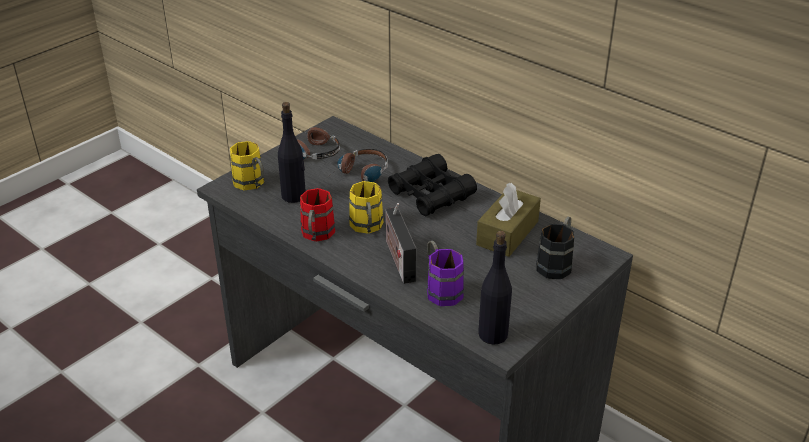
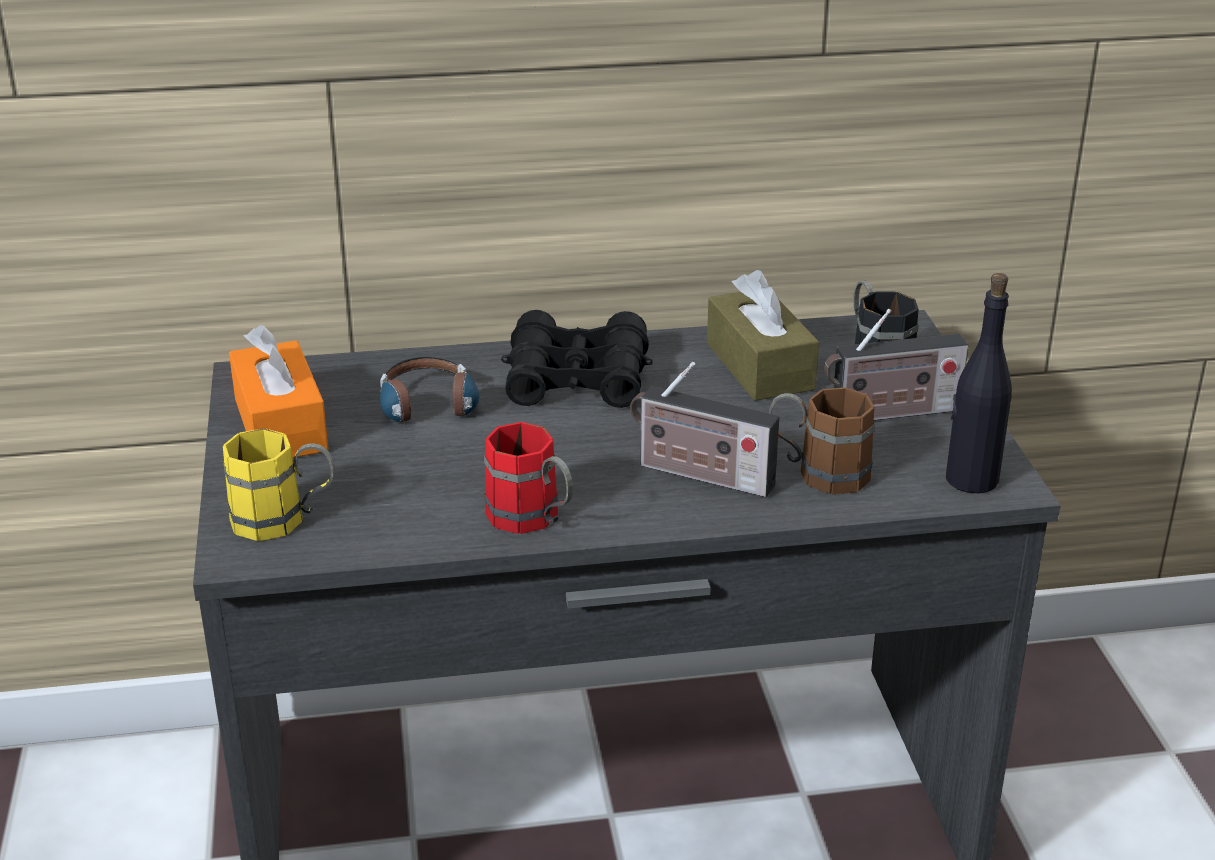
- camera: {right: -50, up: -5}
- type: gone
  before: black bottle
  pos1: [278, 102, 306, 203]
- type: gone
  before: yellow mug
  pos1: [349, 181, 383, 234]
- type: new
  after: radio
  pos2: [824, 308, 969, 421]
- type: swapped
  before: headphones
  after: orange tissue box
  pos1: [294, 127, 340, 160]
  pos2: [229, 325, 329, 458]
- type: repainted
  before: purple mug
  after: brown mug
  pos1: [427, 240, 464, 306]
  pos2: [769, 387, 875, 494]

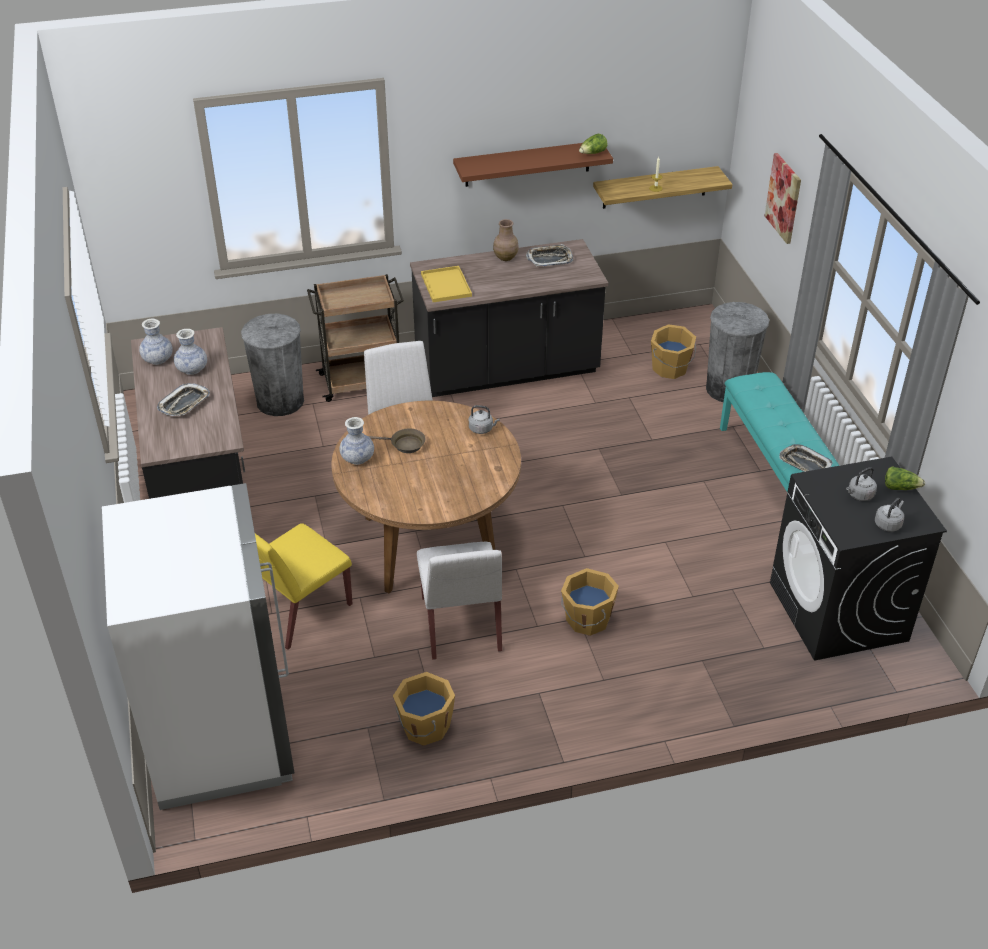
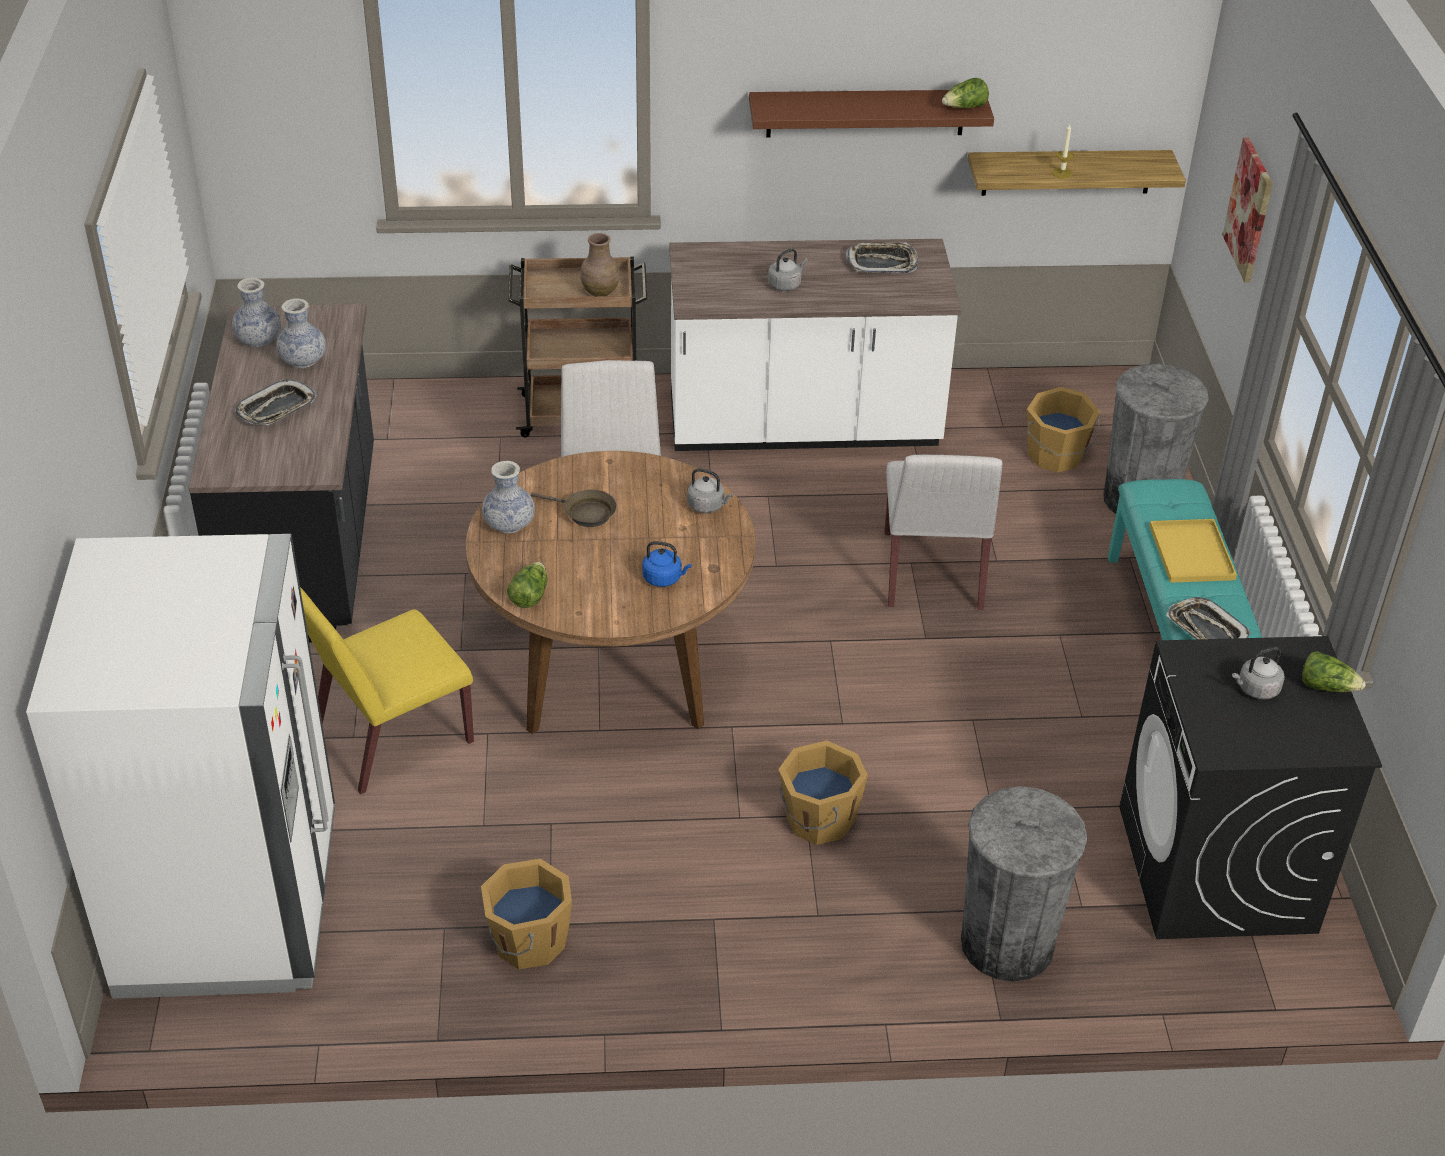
- camera: {right: 10, up: 0}
- type: new
  after: lettuce
  pos2: [507, 562, 547, 608]
- type: new
  after: blue kettle
  pos2: [642, 541, 692, 587]
- type: shifted
  before: grey trash can
  pos1: [241, 314, 304, 416]
  pos2: [961, 786, 1087, 982]
- type: shifted
  before: white chair
  pos1: [417, 542, 502, 660]
  pos2: [885, 455, 1002, 611]
- type: shifted
  before: yellow tray
  pos1: [421, 266, 472, 302]
  pos2: [1149, 519, 1237, 583]
- type: shifted
  before: brown vase
  pos1: [493, 219, 519, 261]
  pos2: [580, 233, 620, 296]
- type: shifted
  before: grey kettle
  pos1: [875, 498, 904, 532]
  pos2: [768, 249, 808, 291]
- type: repainted
  before: black counter
  after: white counter
  pos1: [410, 239, 608, 397]
  pos2: [669, 239, 961, 451]

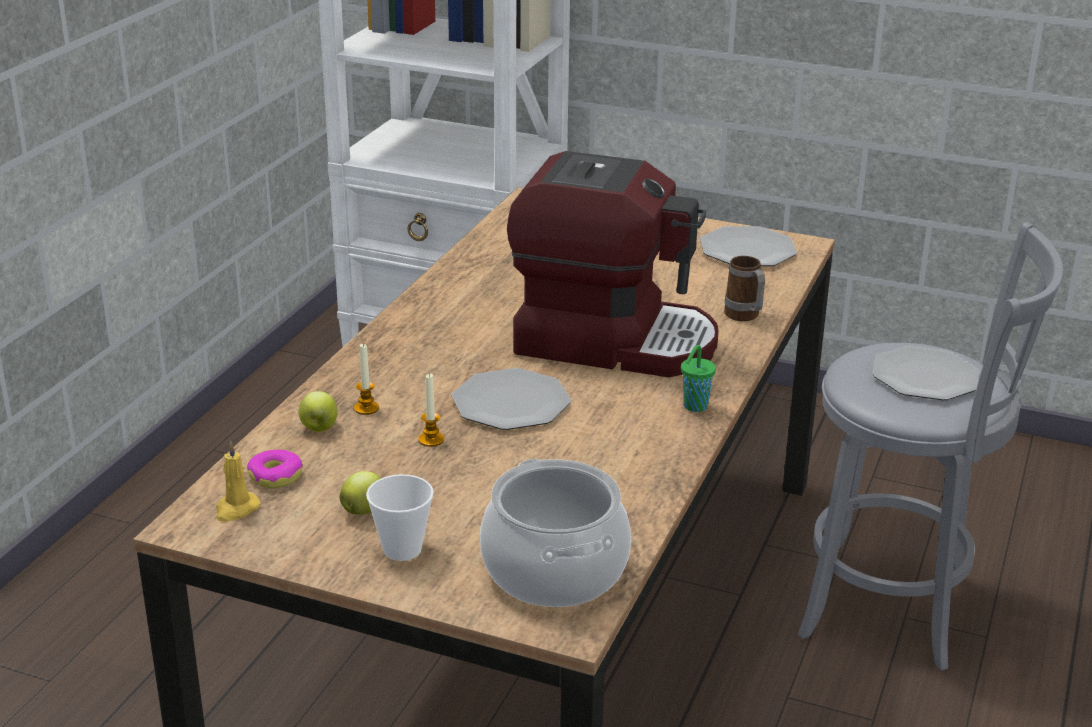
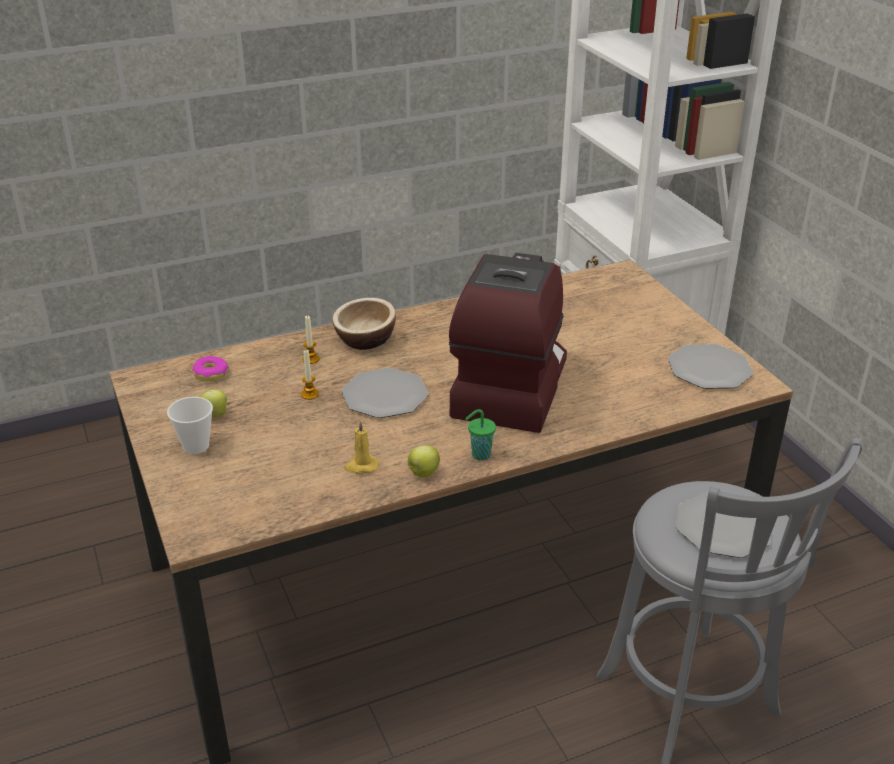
- camera: {right: 45, up: 5}
- type: gone
  before: cooking pot
  pos1: [480, 459, 631, 607]
- type: gone
  before: mug
  pos1: [724, 256, 765, 321]
- type: new
  after: bowl
  pos2: [332, 298, 396, 350]
- type: shifted
  before: yellow candle
  pos1: [216, 441, 261, 522]
  pos2: [344, 421, 379, 474]
- type: shifted
  before: apple
  pos1: [299, 391, 338, 432]
  pos2: [408, 445, 440, 477]
- type: rotated
  before: coffee machine
  pos1: [507, 151, 719, 377]
  pos2: [449, 253, 567, 433]
  turn: -135

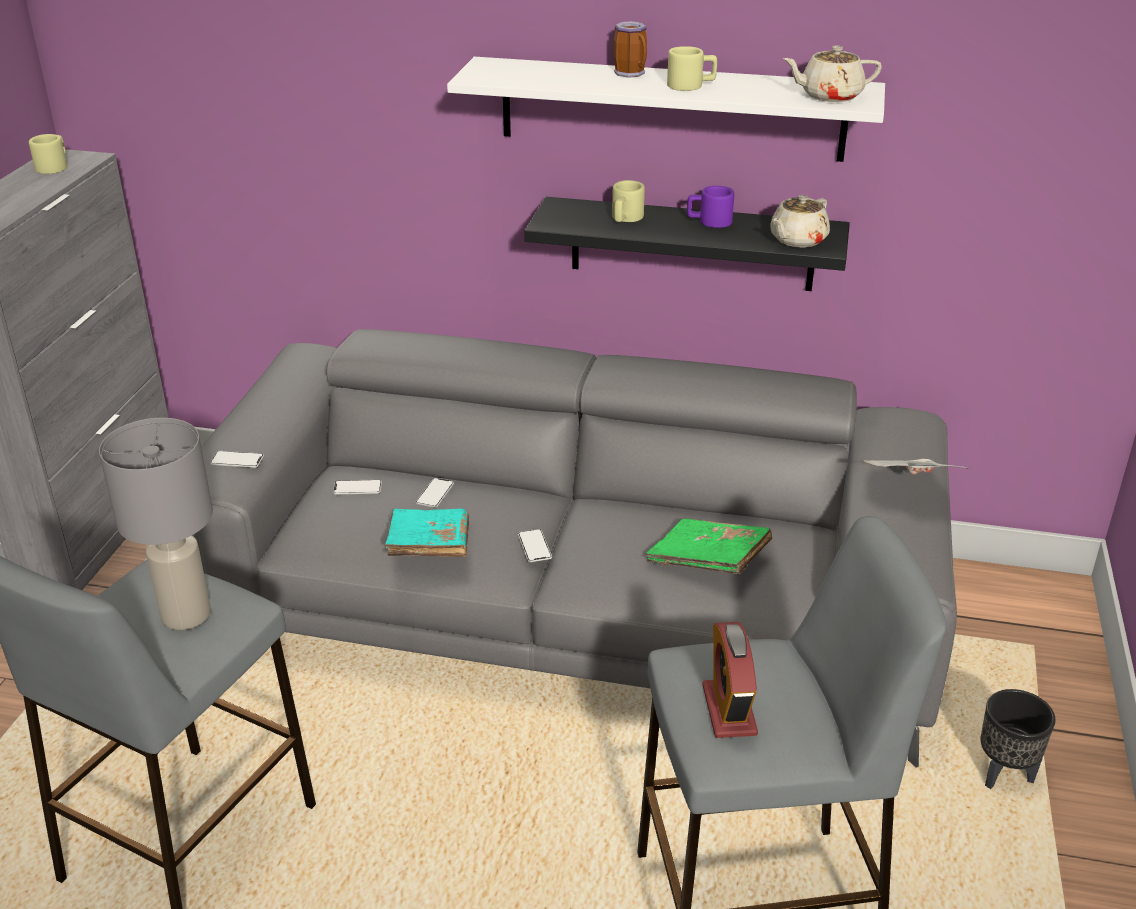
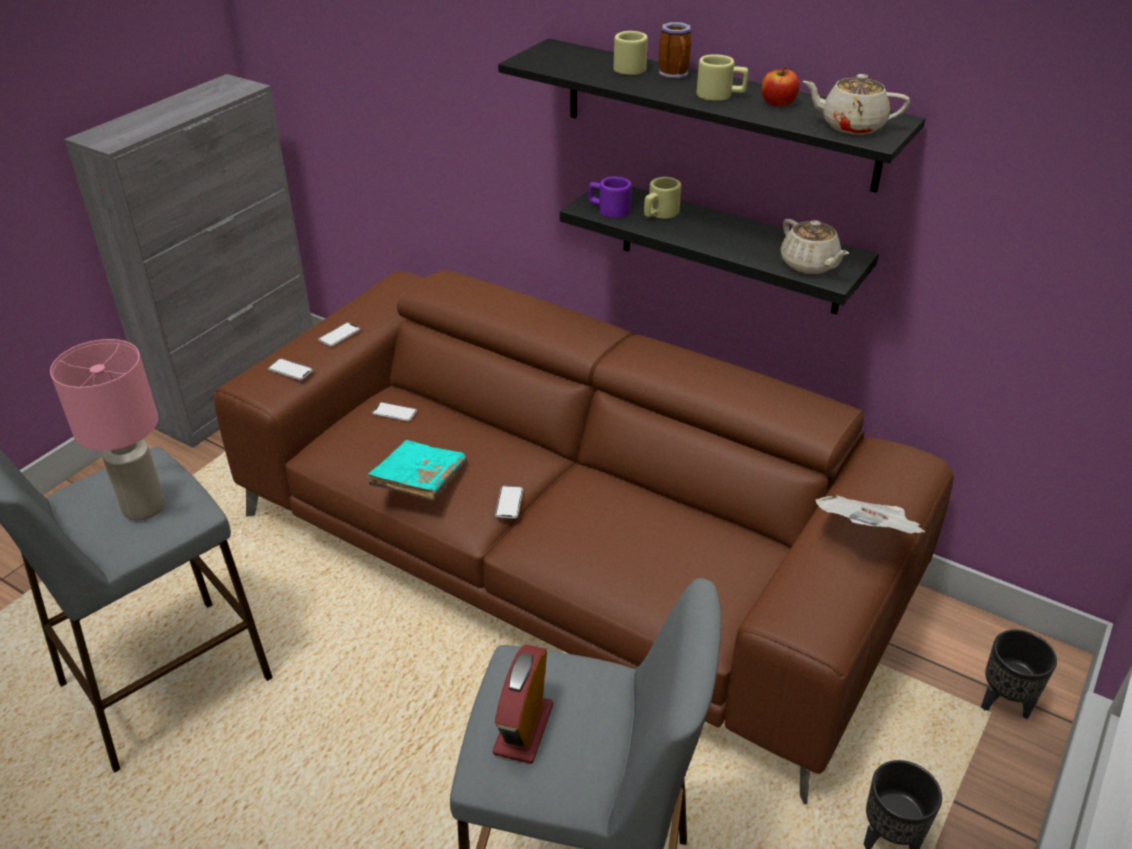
- camera: {right: 20, up: 5}
- type: gone
  before: green book
  pos1: [646, 519, 772, 574]
- type: new
  after: apple
  pos2: [761, 67, 800, 107]
- type: new
  after: black planter
  pos2: [981, 629, 1057, 719]
- type: shifted
  before: beige mug
  pos1: [29, 134, 67, 174]
  pos2: [613, 31, 648, 75]
- type: shifted
  before: phone
  pos1: [416, 478, 454, 508]
  pos2: [318, 322, 360, 347]
- type: shifted
  before: purple mug
  pos1: [687, 186, 734, 228]
  pos2: [589, 177, 632, 218]
- type: repainted
  before: grey table lamp
  after: pink table lamp
  pos1: [99, 418, 213, 630]
  pos2: [50, 339, 165, 520]
- type: repainted
  before: grey sofa
  after: brown sofa
  pos1: [192, 329, 957, 768]
  pos2: [214, 270, 954, 805]
- type: repainted
  before: white shelf
  after: black shelf
  pos1: [447, 57, 885, 162]
  pos2: [498, 38, 925, 193]
- type: rotated
  before: beige teapot
  pos1: [771, 195, 830, 248]
  pos2: [781, 219, 849, 274]
  turn: -90

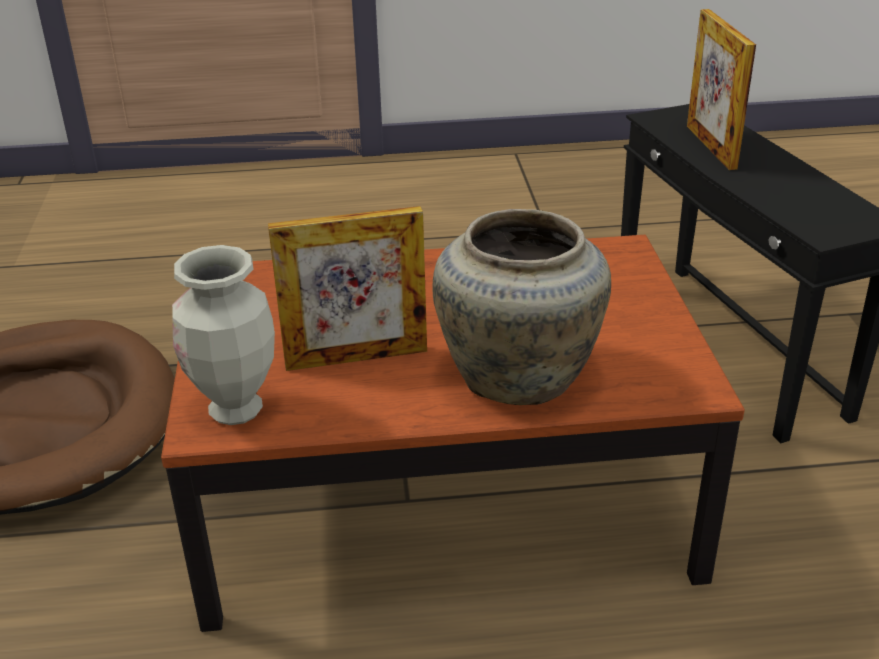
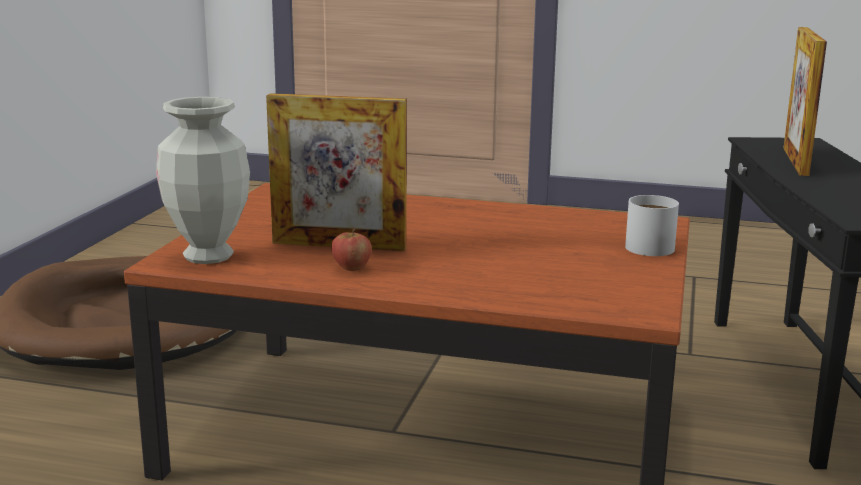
- camera: {right: 20, up: -15}
- type: gone
  before: beige vase
  pos1: [432, 209, 611, 405]
- type: new
  after: apple
  pos2: [331, 227, 372, 271]
- type: new
  after: white mug
  pos2: [625, 195, 679, 256]

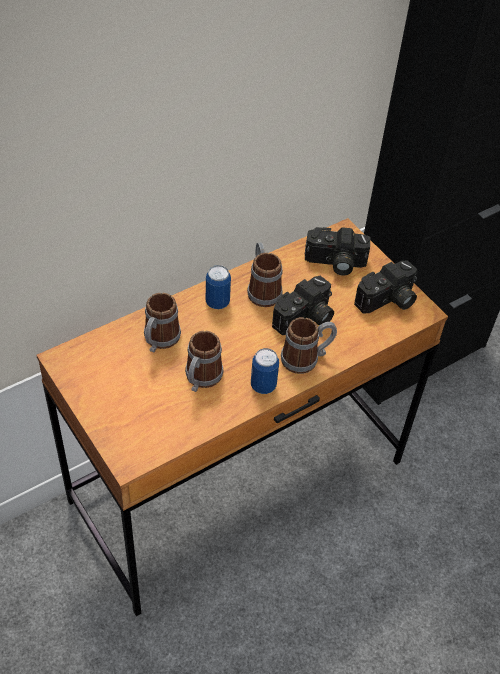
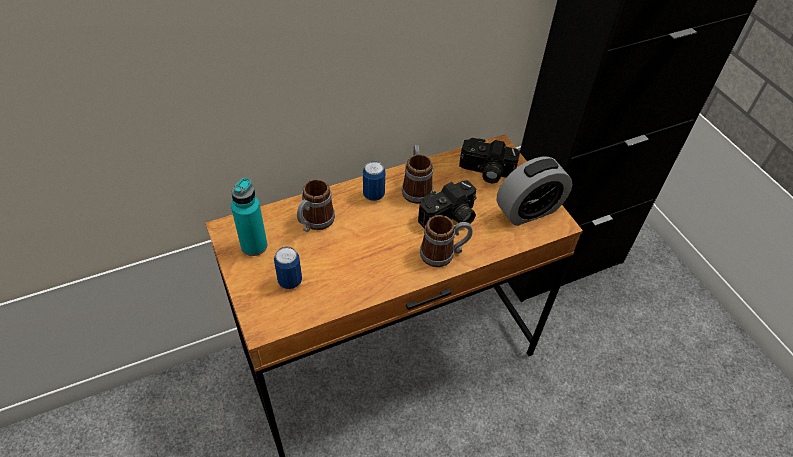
- camera: {right: 10, up: 0}
- type: gone
  before: mug
  pos1: [185, 331, 223, 392]
- type: new
  after: turquoise bottle
  pos2: [231, 178, 267, 256]
- type: shifted
  before: can
  pos1: [251, 348, 279, 394]
  pos2: [274, 246, 302, 289]
- type: swapped
  before: photo camera
  after: alarm clock
  pos1: [354, 260, 417, 313]
  pos2: [497, 156, 572, 226]

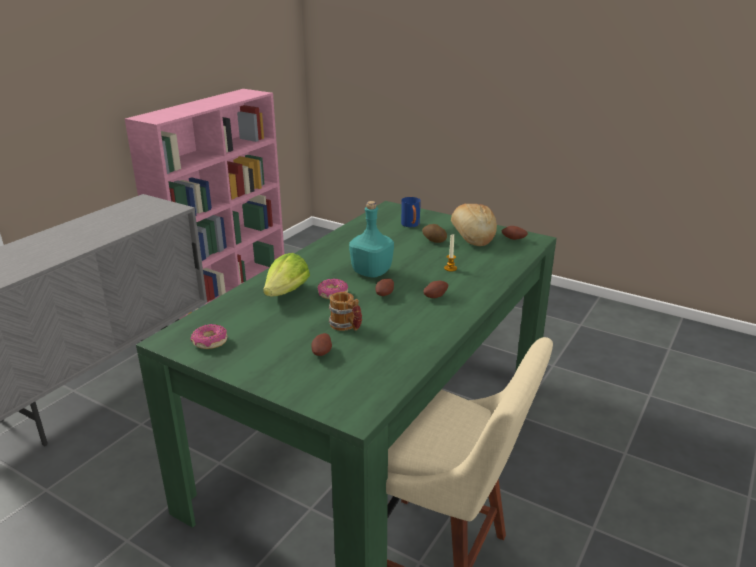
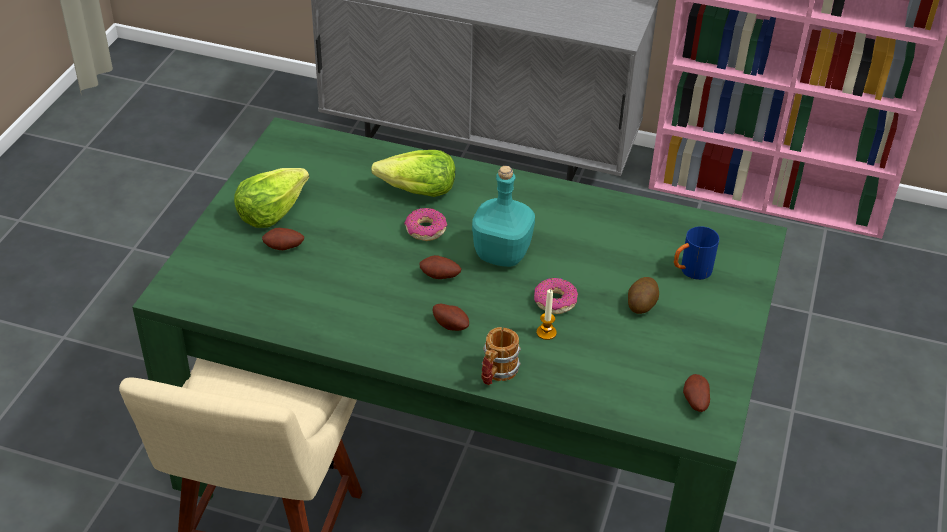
- camera: {right: 75, up: 15}
- type: gone
  before: bread
  pos1: [451, 204, 497, 246]
- type: new
  after: lettuce
  pos2: [234, 168, 309, 228]
- type: shifted
  before: donut
  pos1: [191, 324, 228, 349]
  pos2: [534, 278, 578, 314]
- type: shifted
  before: mug
  pos1: [329, 292, 362, 331]
  pos2: [481, 327, 521, 385]

